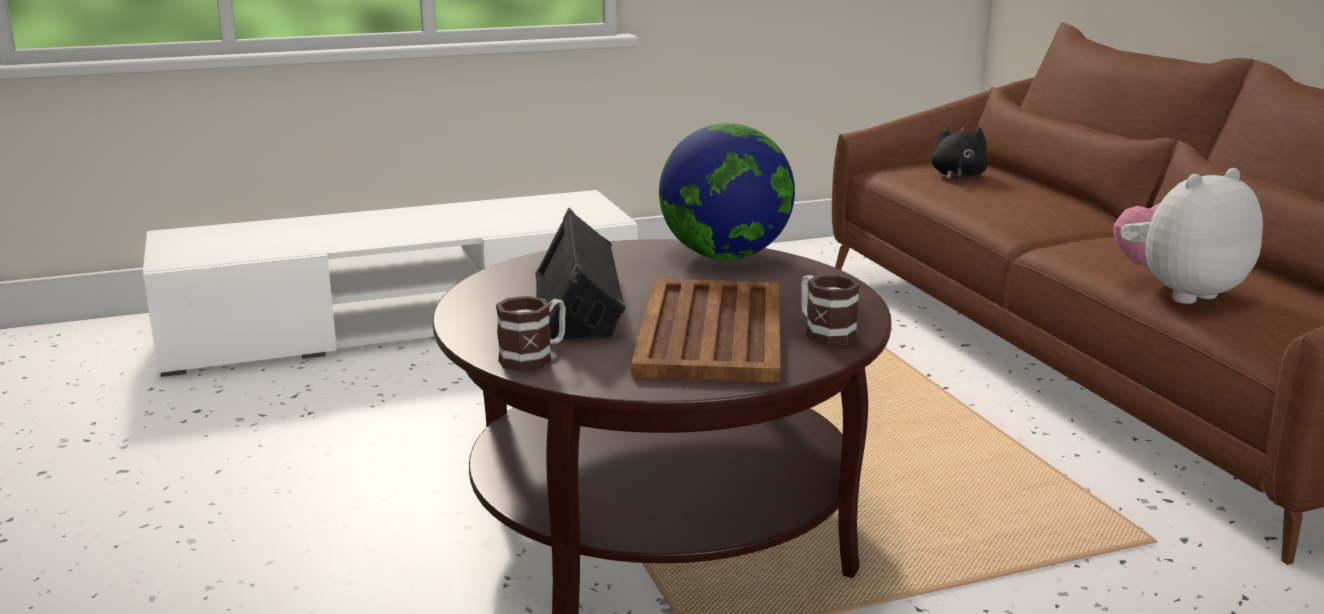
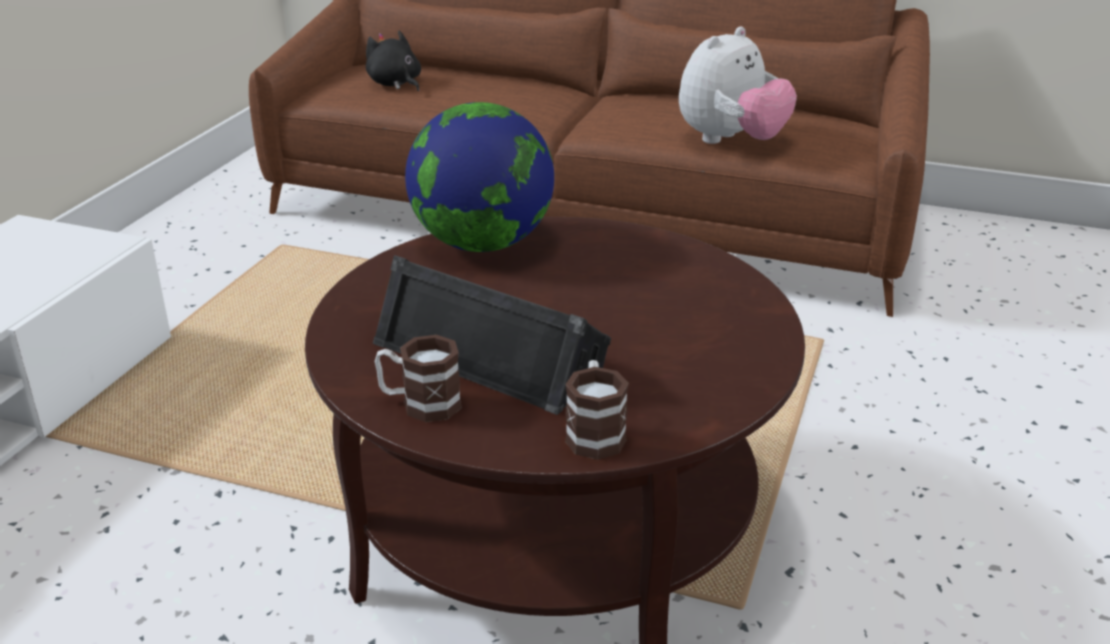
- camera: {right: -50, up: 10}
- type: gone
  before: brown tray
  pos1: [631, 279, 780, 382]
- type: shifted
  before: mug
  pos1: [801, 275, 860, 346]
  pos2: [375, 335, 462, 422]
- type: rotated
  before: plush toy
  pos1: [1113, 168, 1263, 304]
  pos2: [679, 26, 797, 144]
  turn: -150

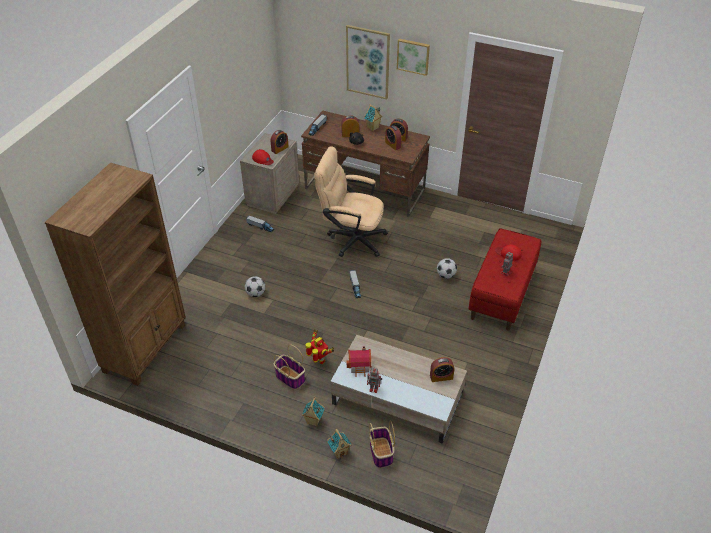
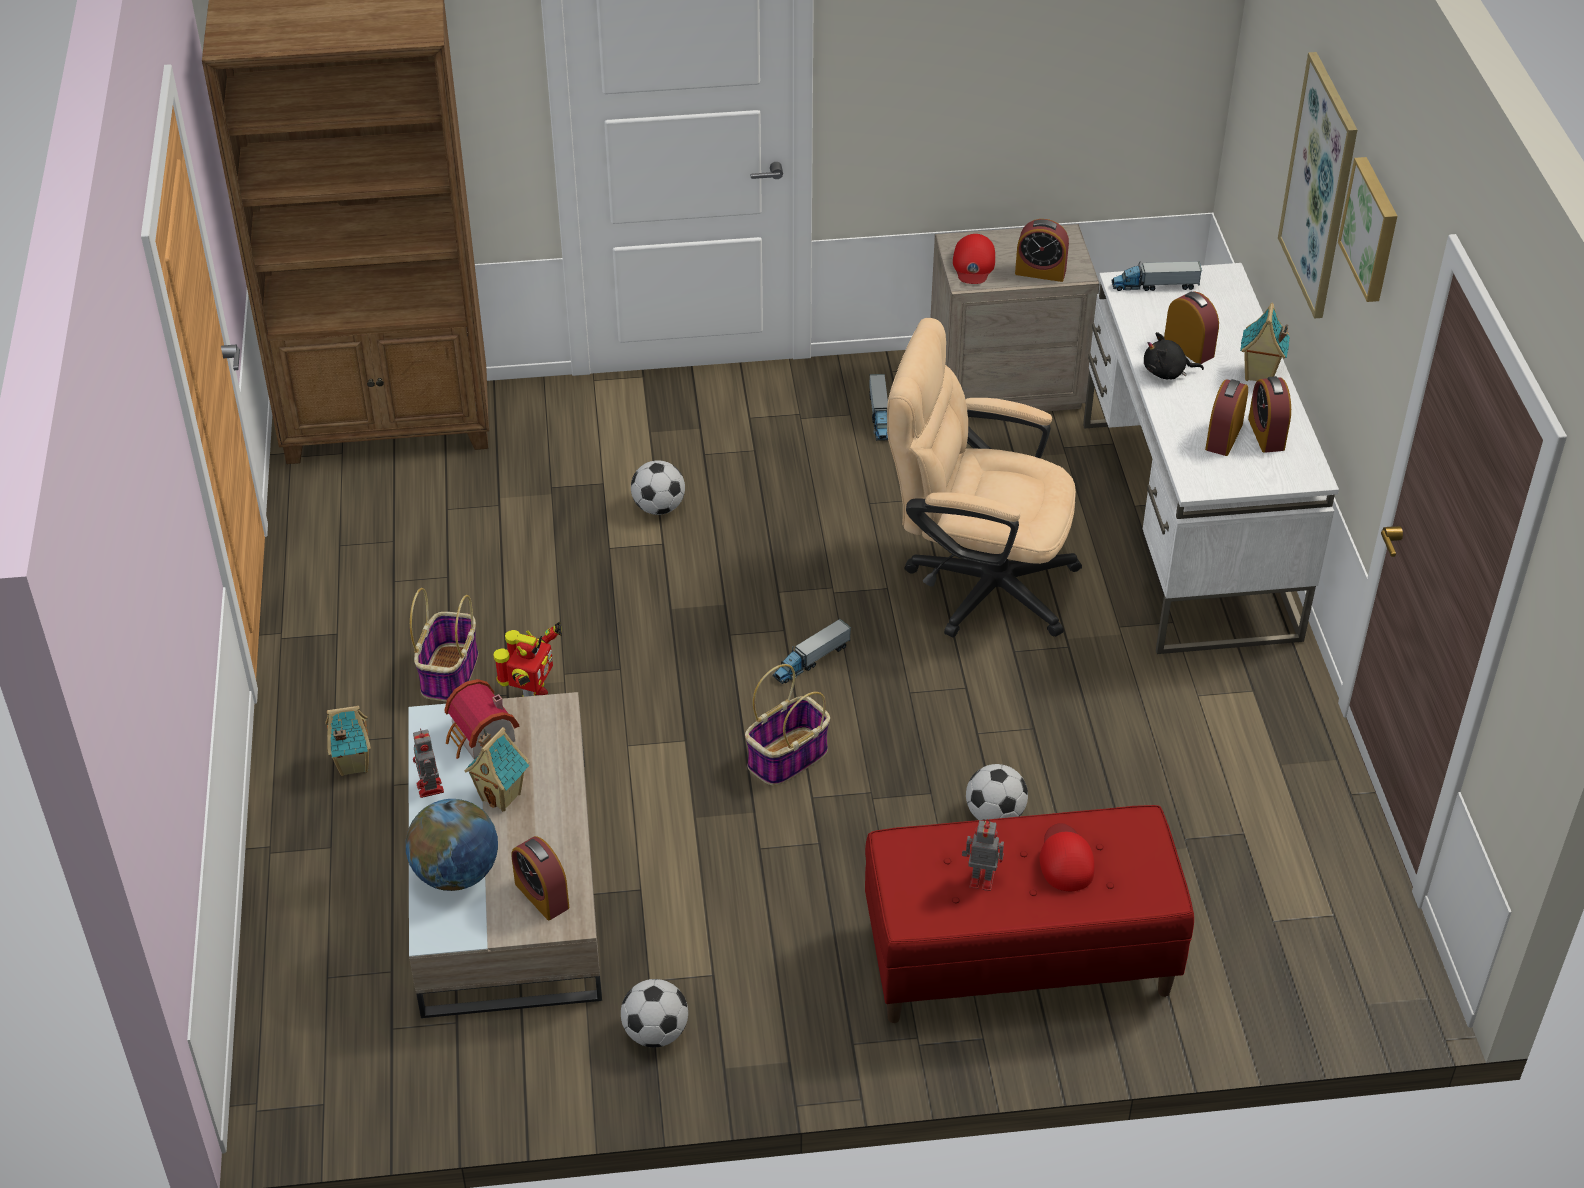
- camera: {right: 60, up: 0}
- type: new
  after: globe
  pos2: [406, 799, 498, 891]
- type: new
  after: football
  pos2: [621, 979, 688, 1047]
- type: shifted
  before: toy house
  pos1: [327, 429, 351, 459]
  pos2: [465, 727, 530, 811]
- type: shifted
  before: basket
  pos1: [369, 420, 395, 468]
  pos2: [745, 664, 830, 786]
- type: repainted
  before: brown desk
  after: white desk
  pos1: [301, 110, 430, 217]
  pos2: [1083, 263, 1339, 654]
- type: rotated
  before: beige office chair
  pos1: [314, 146, 388, 257]
  pos2: [887, 318, 1082, 637]
  turn: -60

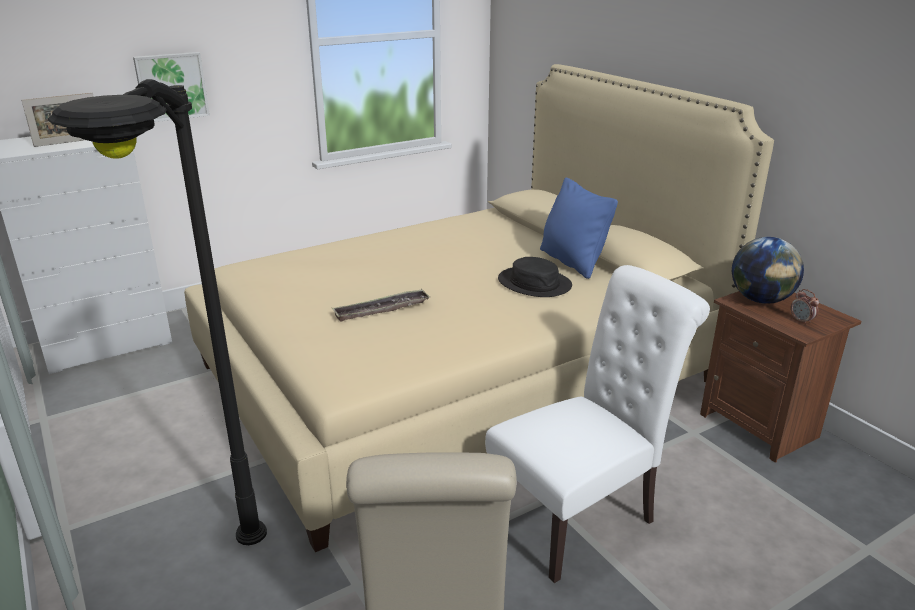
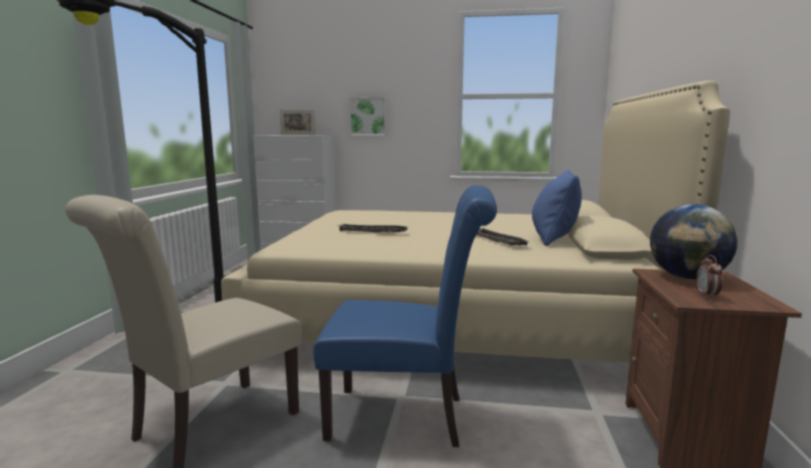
- camera: {right: 40, up: -15}
- type: swapped
  before: black hat
  after: tray
  pos1: [498, 257, 572, 297]
  pos2: [477, 228, 530, 246]
- type: repainted
  before: white chair
  after: blue chair
  pos1: [485, 265, 710, 583]
  pos2: [313, 185, 497, 447]

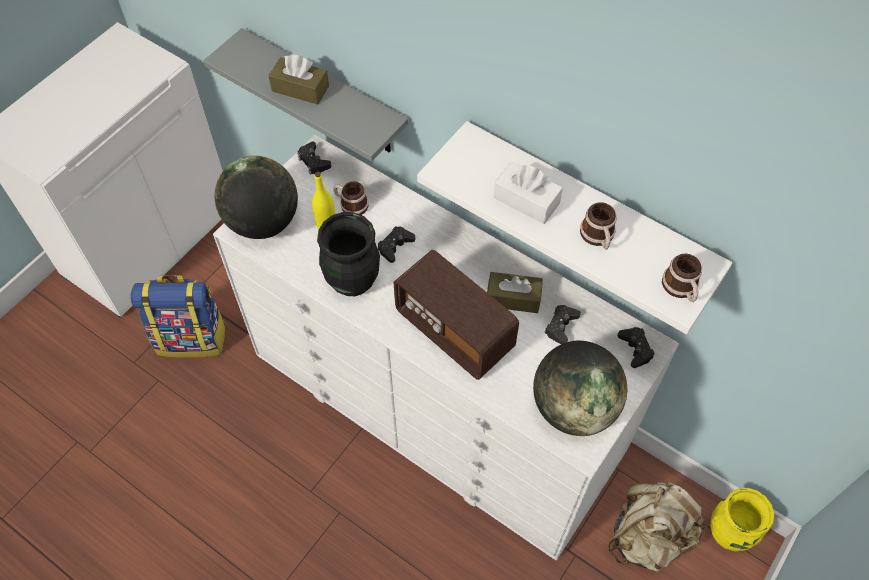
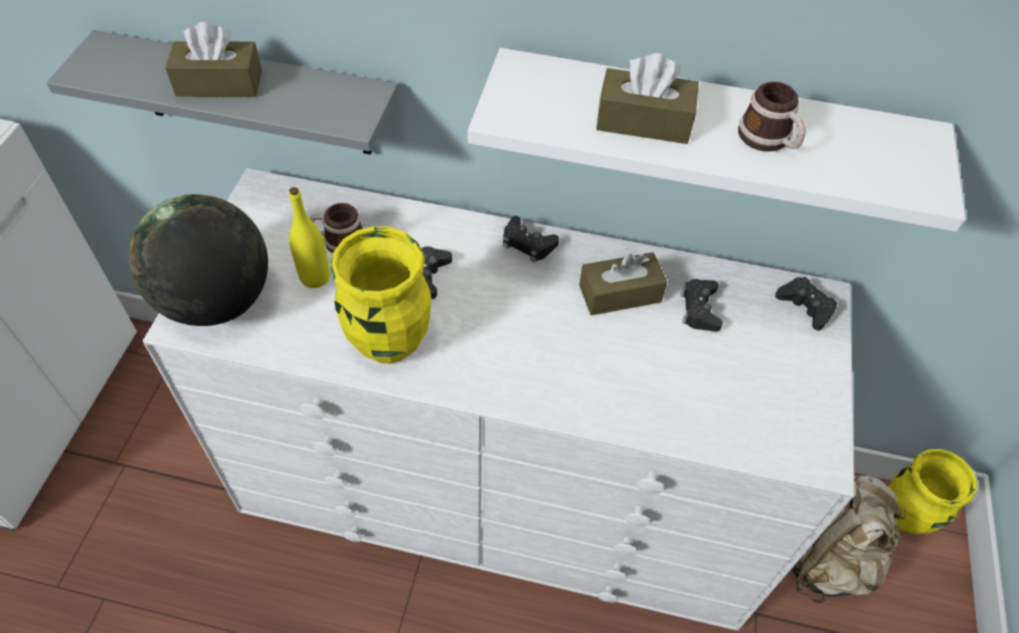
- camera: {right: -25, up: -5}
- type: gone
  before: backpack
  pos1: [130, 275, 226, 358]
- type: gone
  before: radio
  pos1: [394, 250, 519, 380]
- type: gone
  before: globe
  pos1: [533, 341, 627, 436]
- type: gone
  before: mug
  pos1: [662, 254, 702, 302]
- type: shifted
  before: black game controller
  pos1: [297, 141, 331, 175]
  pos2: [503, 216, 559, 263]
- type: repainted
  before: black vase
  after: yellow vase
  pos1: [317, 212, 380, 296]
  pos2: [330, 226, 432, 364]
- type: repainted
  before: white tissue box
  after: brown tissue box
  pos1: [494, 162, 563, 224]
  pos2: [596, 53, 699, 144]

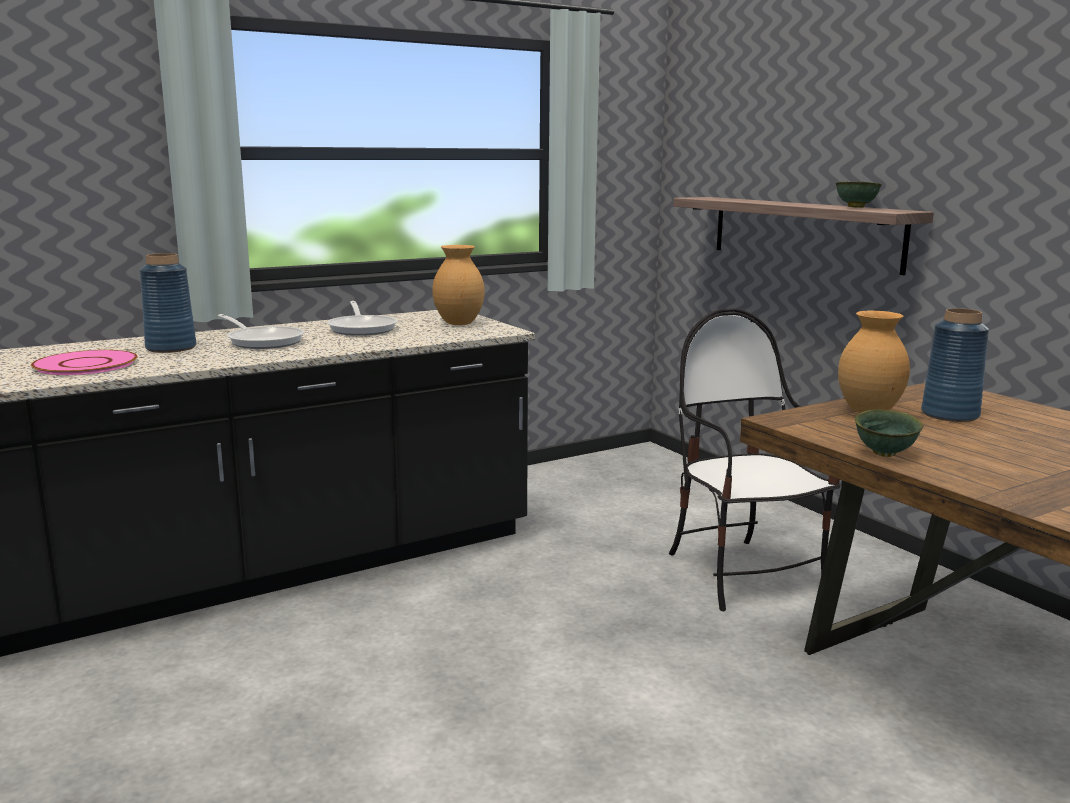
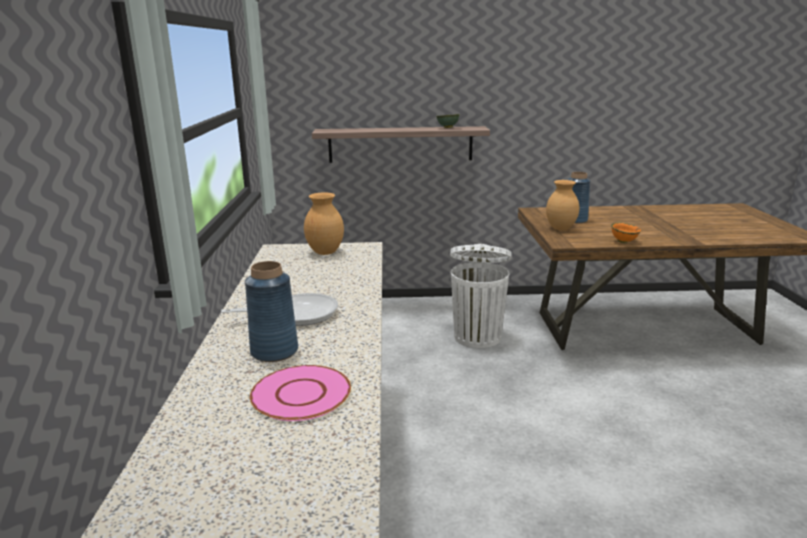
- camera: {right: -60, up: 5}
- type: gone
  before: frying pan
  pos1: [327, 301, 398, 336]
- type: swapped
  before: chair
  after: white trash can
  pos1: [669, 308, 840, 611]
  pos2: [450, 244, 512, 348]
- type: repainted
  before: green bowl
  after: orange bowl
  pos1: [854, 409, 923, 457]
  pos2: [611, 222, 641, 243]

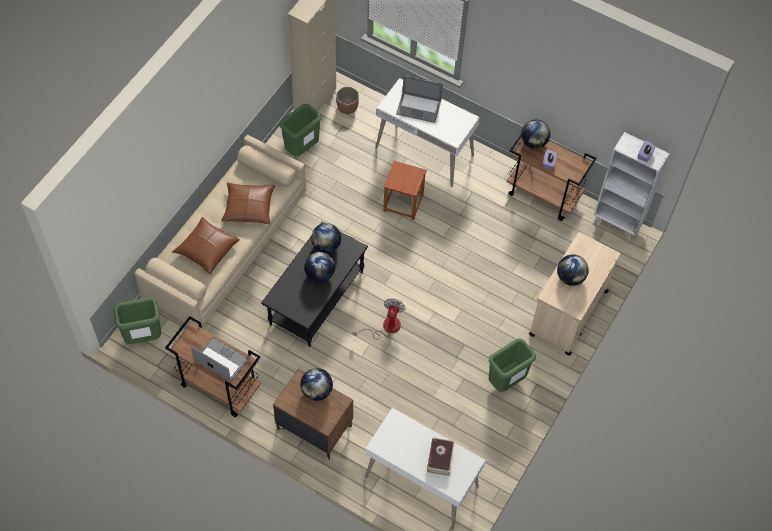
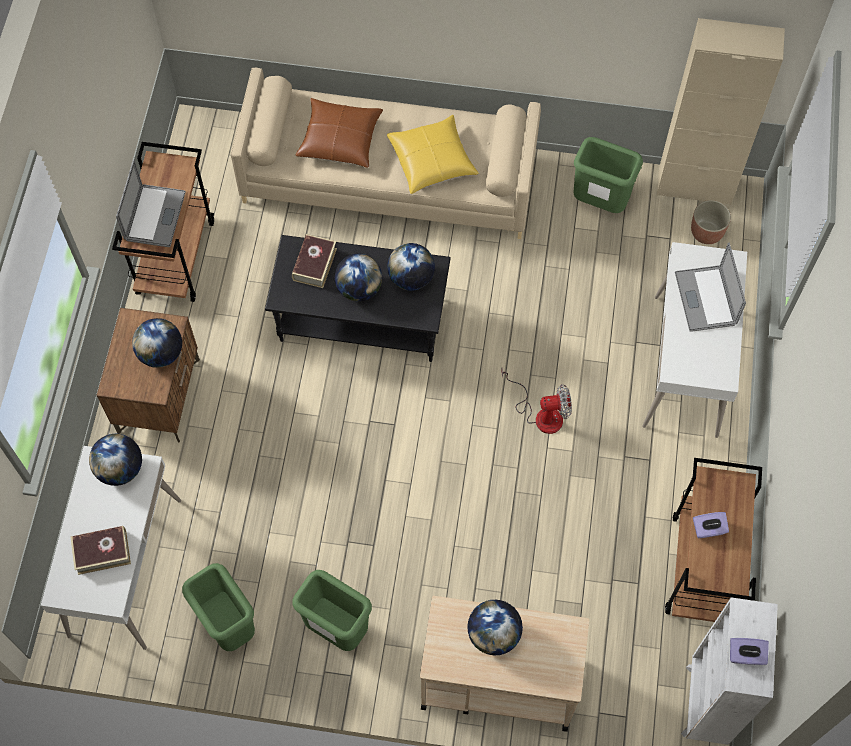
- camera: {right: 70, up: 5}
- type: gone
  before: brown stool
  pos1: [383, 161, 426, 220]
- type: new
  after: book
  pos2: [292, 234, 337, 288]
- type: shifted
  before: green trash can
  pos1: [113, 297, 161, 344]
  pos2: [182, 563, 255, 651]
- type: shifted
  before: fan
  pos1: [352, 299, 406, 340]
  pos2: [501, 369, 572, 434]
- type: shifted
  before: globe
  pos1: [521, 119, 550, 149]
  pos2: [89, 434, 142, 486]
- type: repainted
  before: brown pillow
  after: yellow pillow
  pos1: [221, 182, 275, 225]
  pos2: [387, 115, 479, 194]

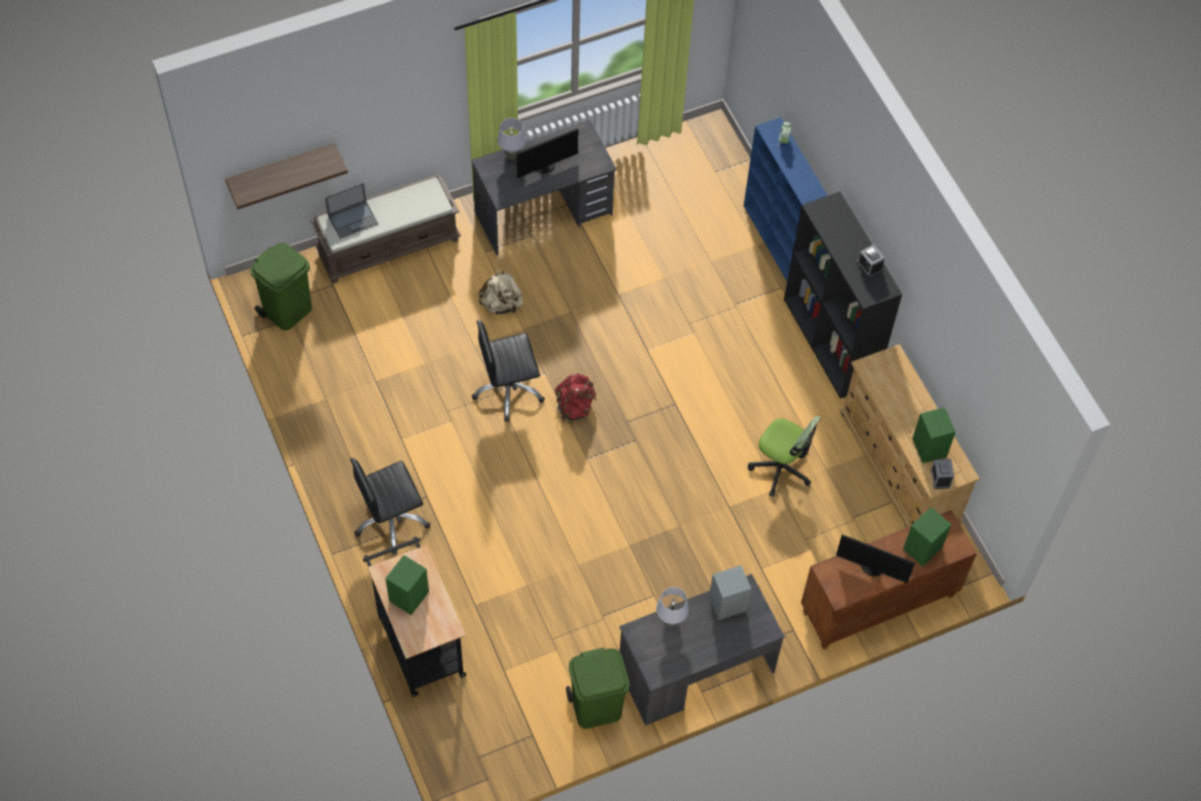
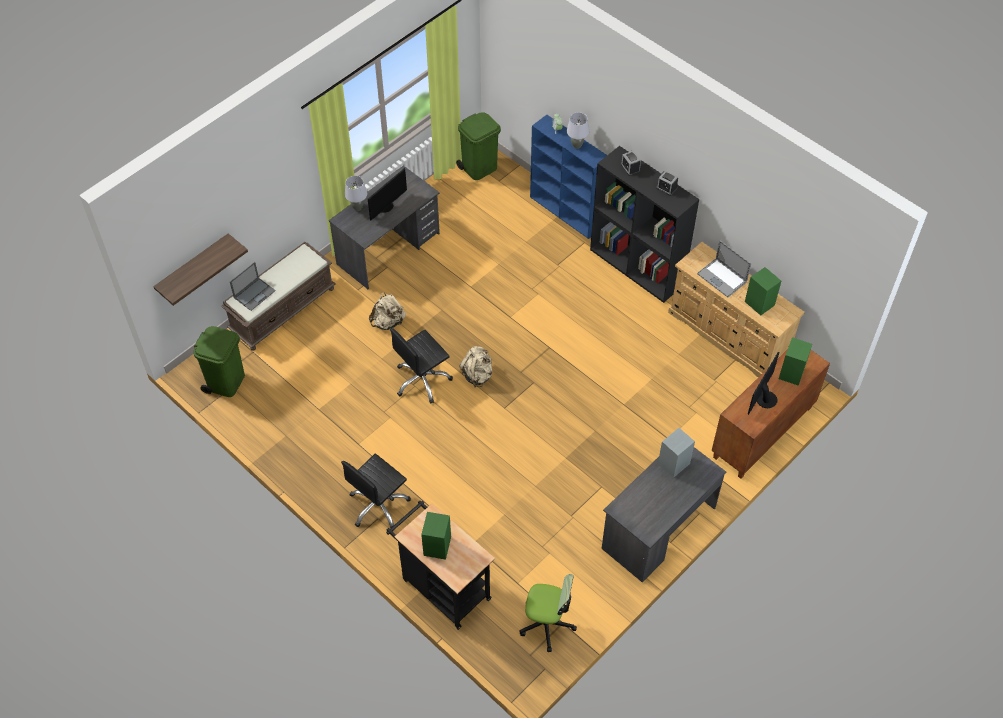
- camera: {right: -20, up: -5}
- type: new
  after: laptop
  pos2: [697, 241, 751, 298]
- type: shifted
  before: green trash can
  pos1: [566, 648, 630, 729]
  pos2: [456, 112, 501, 180]
- type: shifted
  before: grey table lamp
  pos1: [656, 587, 689, 626]
  pos2: [567, 112, 589, 149]
- type: shifted
  before: office chair
  pos1: [748, 416, 821, 497]
  pos2: [520, 574, 577, 652]
- type: shifted
  before: alarm clock
  pos1: [931, 459, 954, 489]
  pos2: [621, 150, 641, 176]
- type: repainted
  before: red backpack
  after: beige backpack
  pos1: [555, 373, 596, 423]
  pos2: [459, 346, 492, 387]
- type: rotated
  before: monitor
  pos1: [836, 534, 915, 583]
  pos2: [748, 352, 779, 415]
  turn: 120

